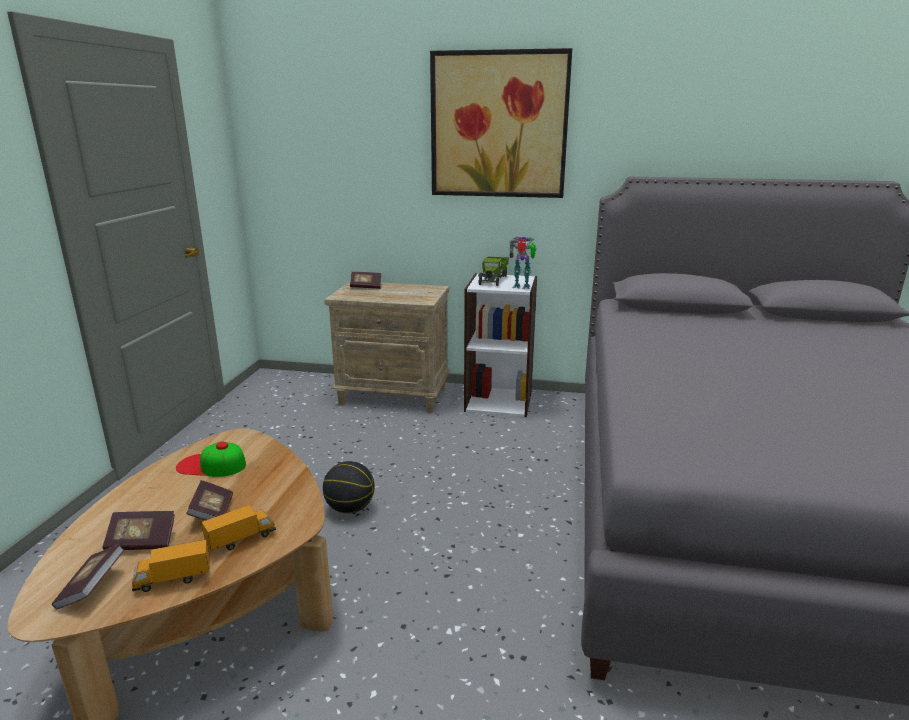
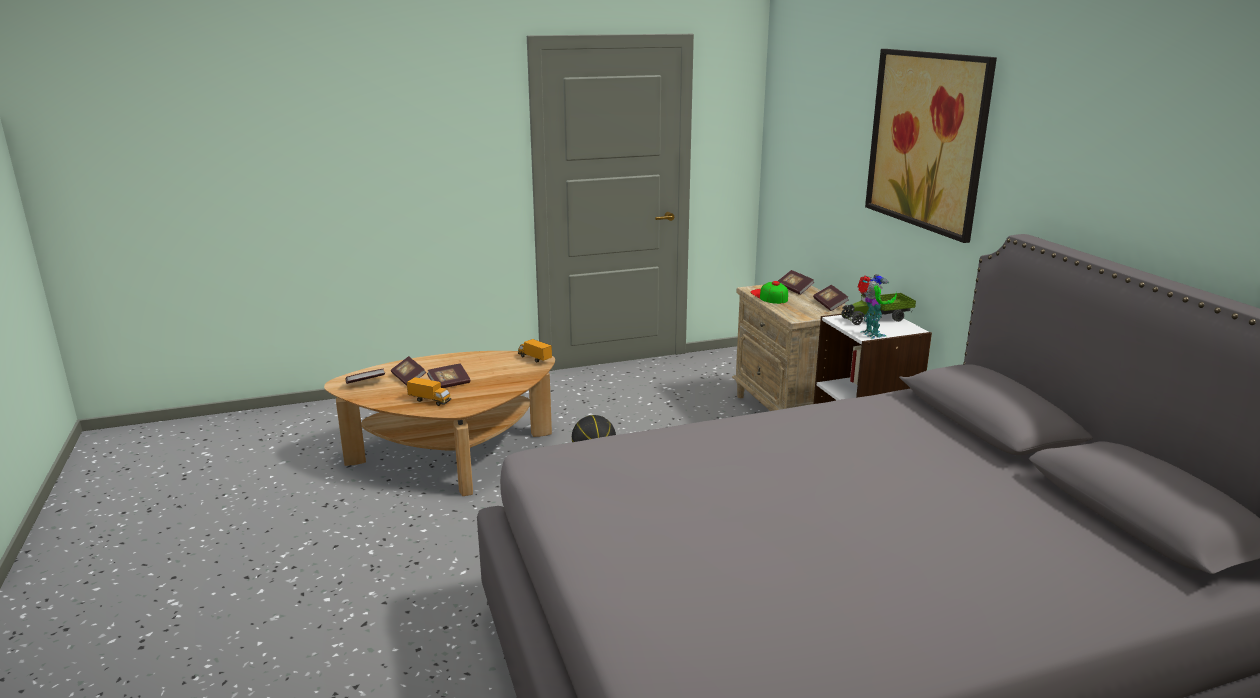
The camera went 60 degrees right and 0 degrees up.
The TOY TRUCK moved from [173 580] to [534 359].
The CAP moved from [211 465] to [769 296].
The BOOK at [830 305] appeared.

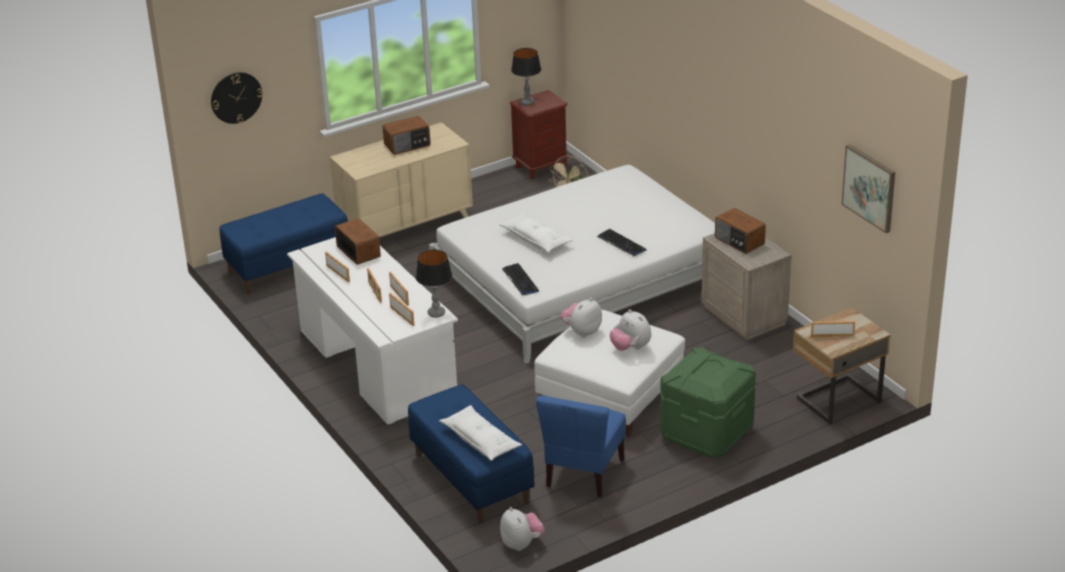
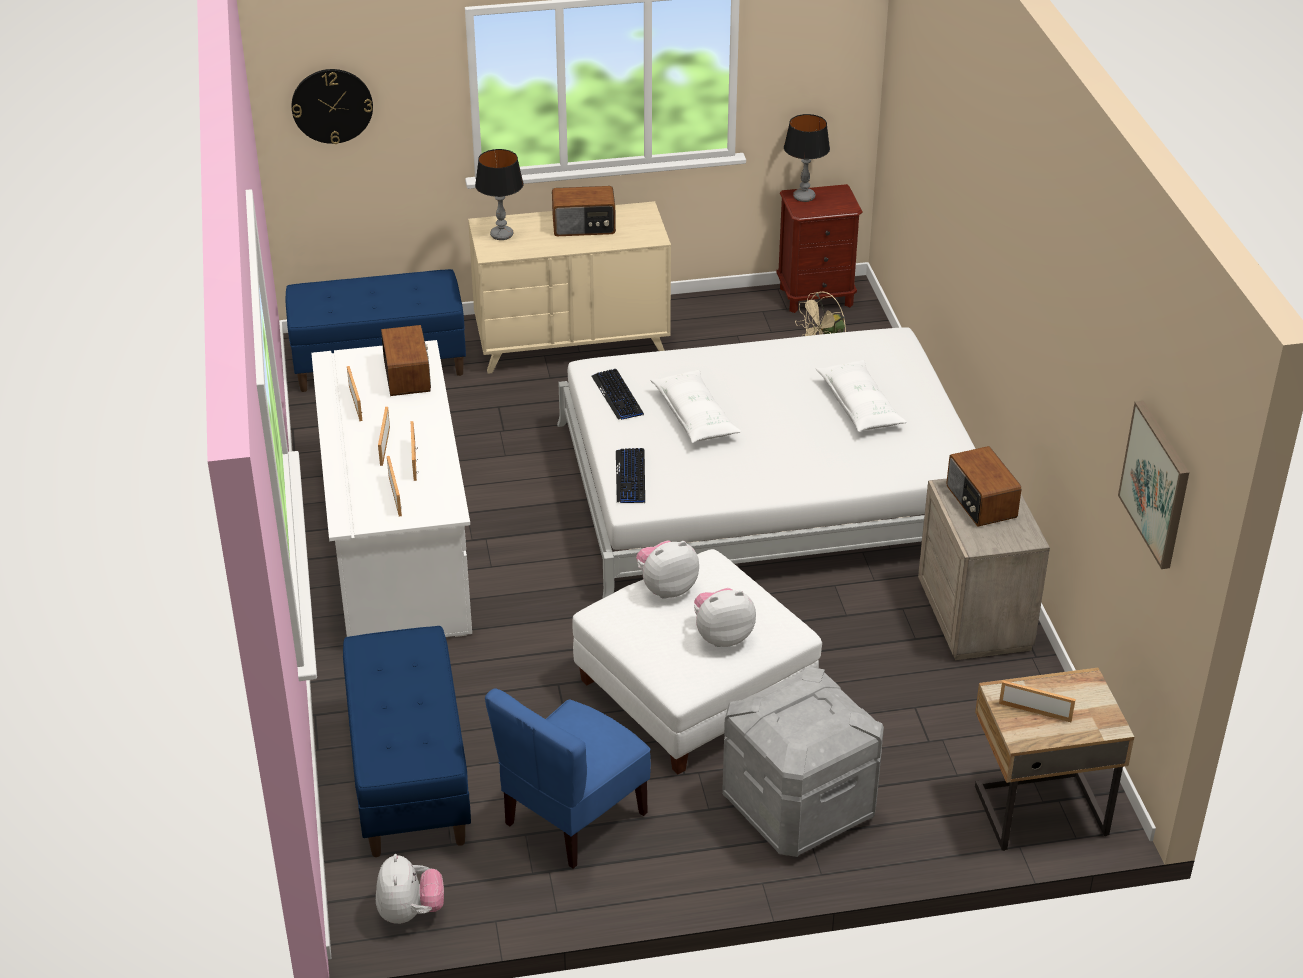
The camera went 20 degrees right and 5 degrees up.
The TABLE LAMP moved from [436 313] to [502 235].
The WHITE PILLOW moved from [480 440] to [859 406].
The KEYBOARD moved from [621 243] to [617 396].
The PLUSH TOY at [630 348] turned 90 degrees clockwise.
The GREEN STORAGE BOX at [706 434] became the GREY STORAGE BOX at [798 807].

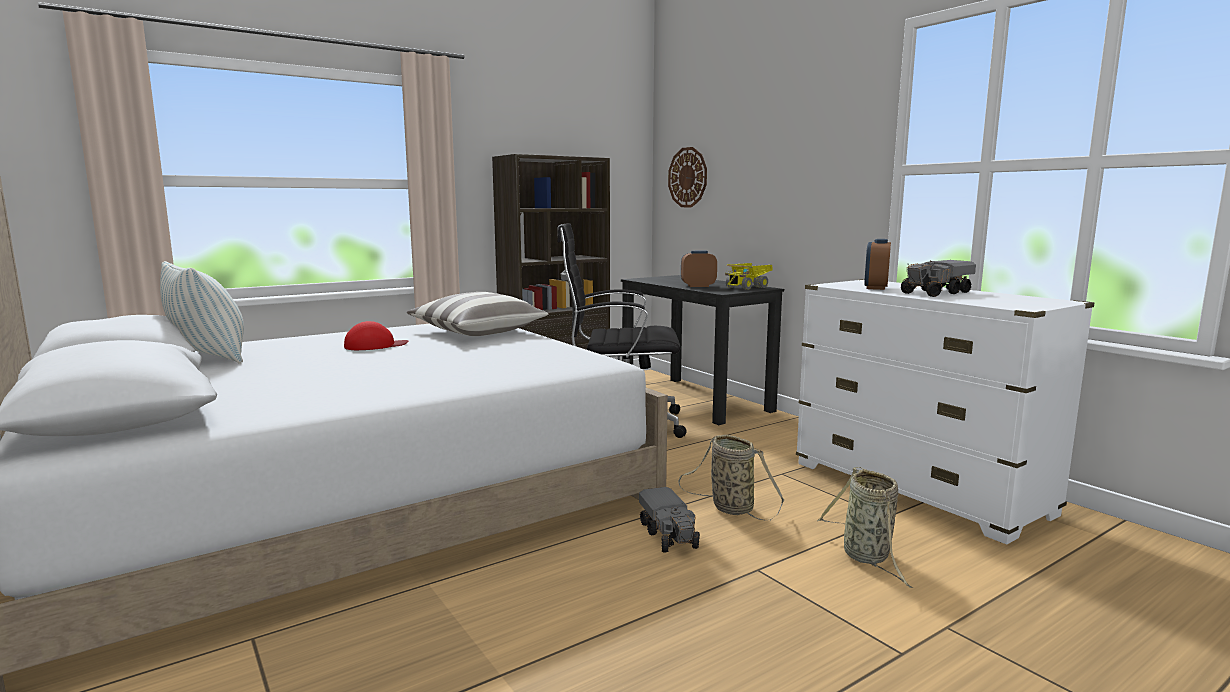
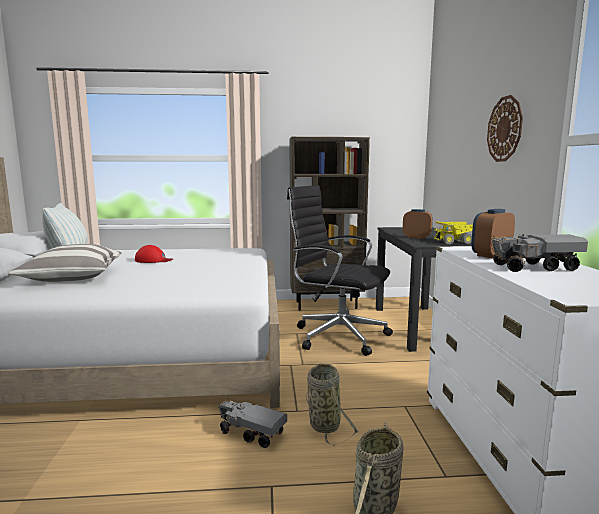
The camera went 30 degrees right and 0 degrees up.
The PILLOW moved from [478 332] to [72 277].
The TOY TRUCK at [669 535] turned 105 degrees clockwise.
The WALL CLOCK moved from [688 177] to [505 129].

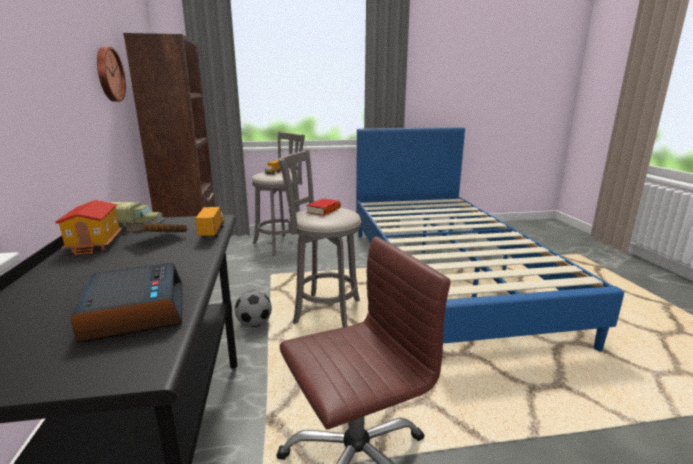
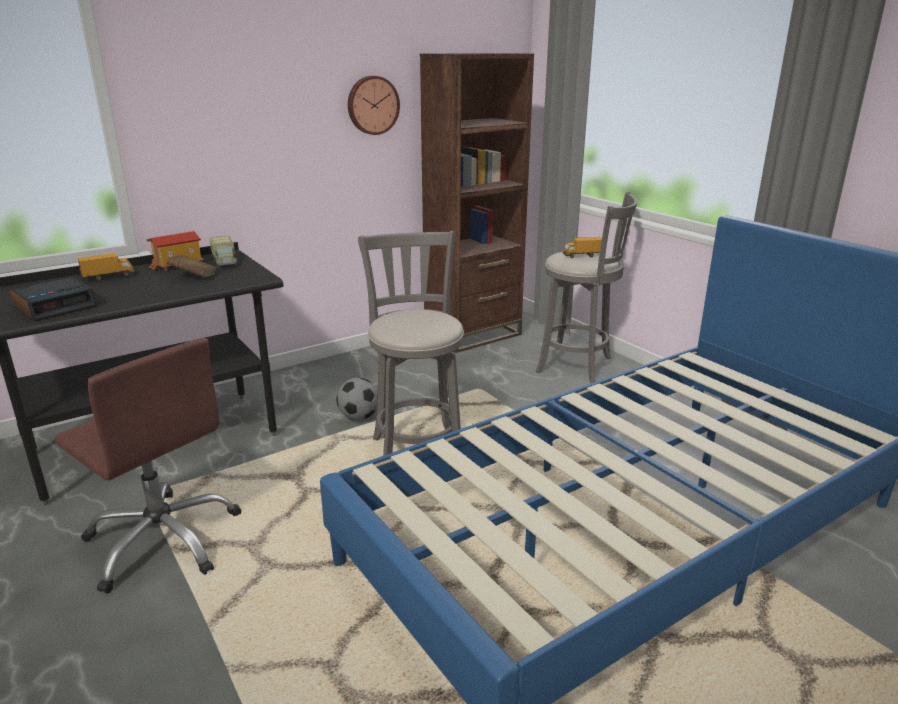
The camera went 65 degrees right and 5 degrees up.
The TOY TRUCK moved from [212 233] to [109 277].
The BOOK at [323 210] disappeared.

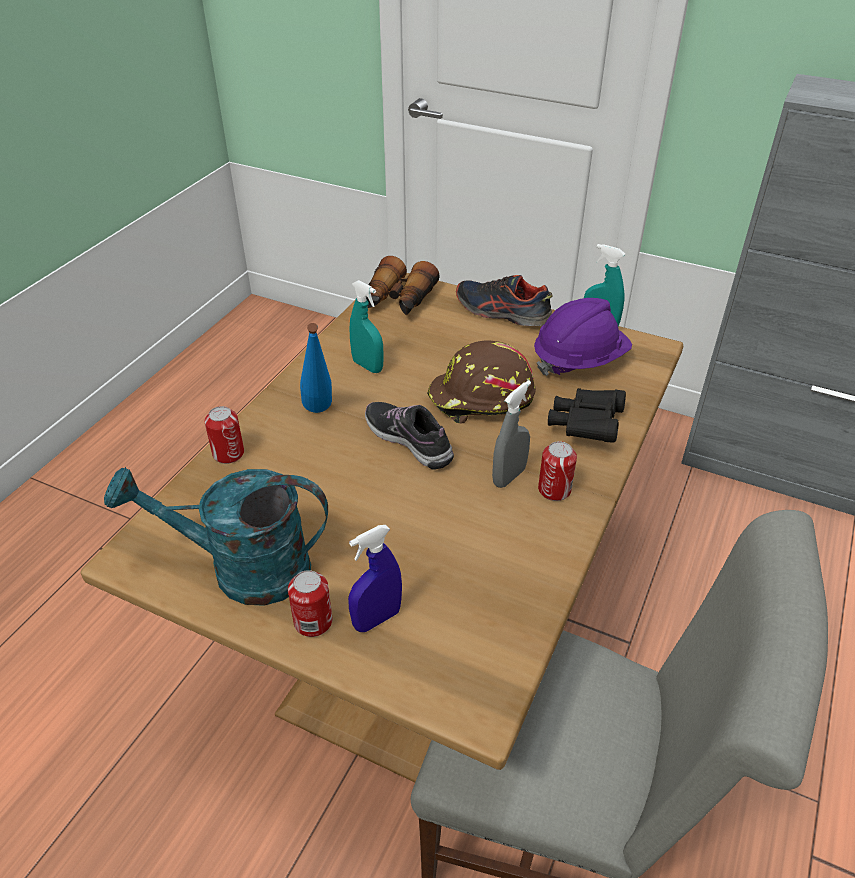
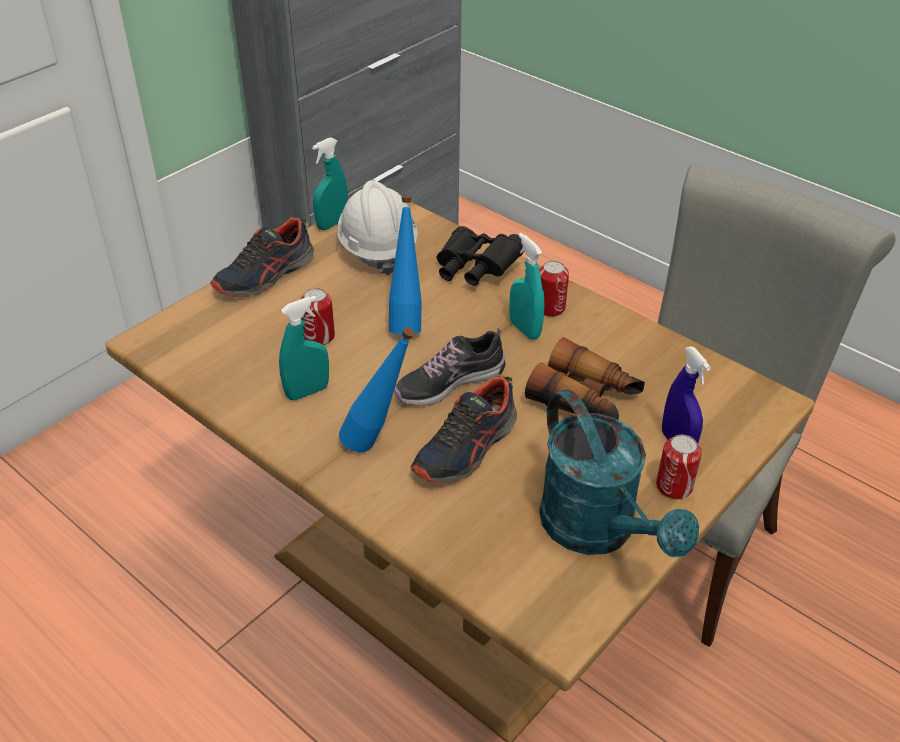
The camera went 75 degrees left and 0 degrees up.
The TURQUOISE WATERING CAN at [243 569] turned 45 degrees counterclockwise.
The CAN moved from [228 453] to [319 336].
The BINOCULARS moved from [398 301] to [586 399].
The BROWN HARD HAT at [481 399] was replaced by the BLUE BOTTLE at [406 322].
The GREY SPRAY BOTTLE at [509 476] became the TURQUOISE SPRAY BOTTLE at [524 329].
The PURPLE HARD HAT at [579 360] became the WHITE HARD HAT at [377 248].
The SHOE at [466 448] appeared.

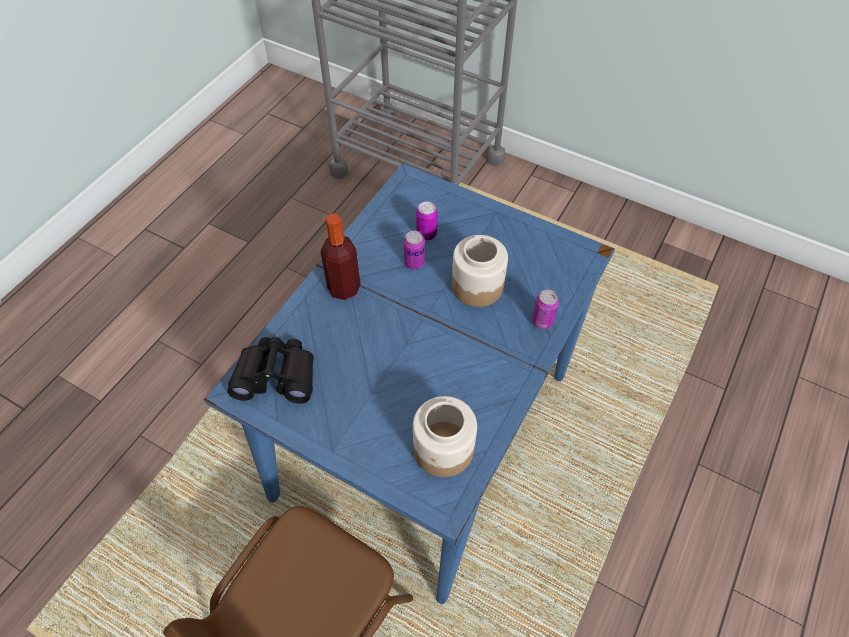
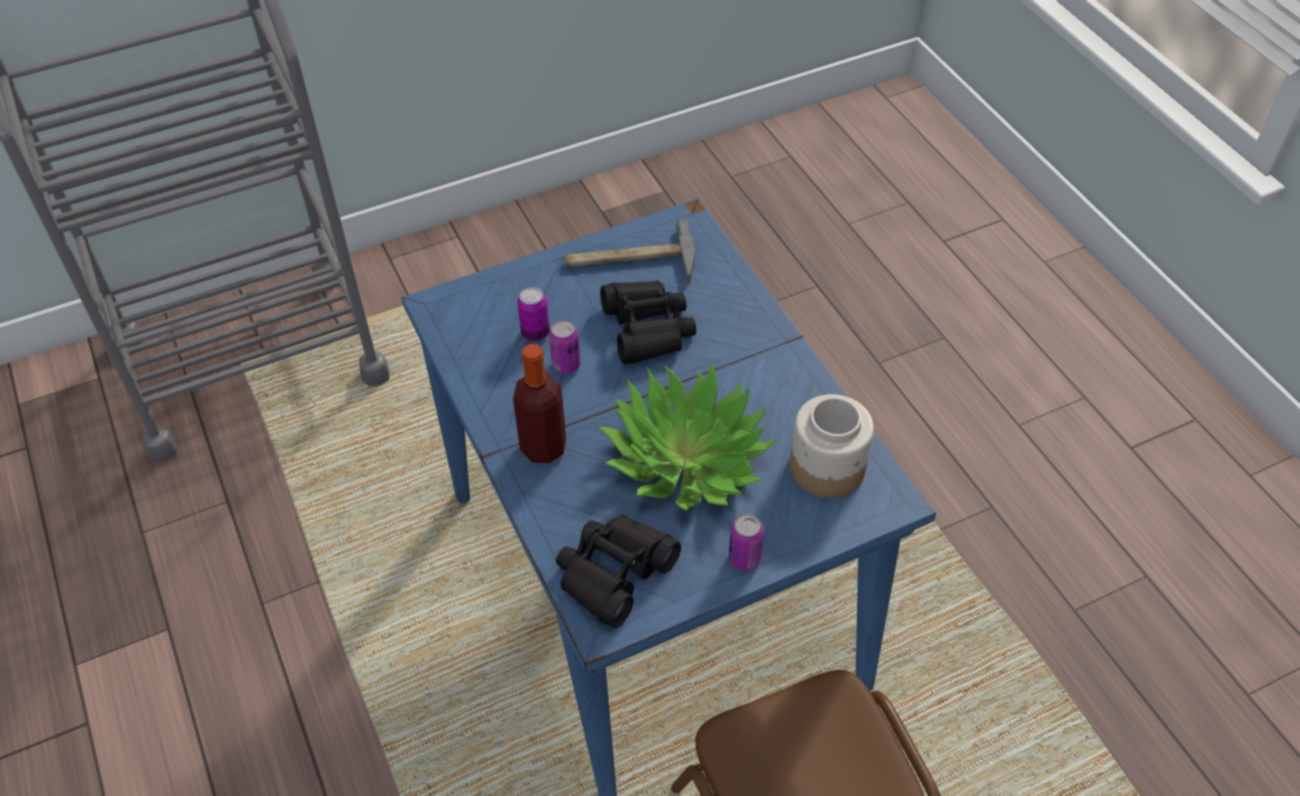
The camera went 55 degrees left and 5 degrees down.
The JAR at [477 285] was replaced by the BLACK BINOCULARS at [647 329].
The CAN moved from [542 321] to [744 559].
The HAMMER at [630 261] appeared.
The POTTED PLANT at [687 459] appeared.

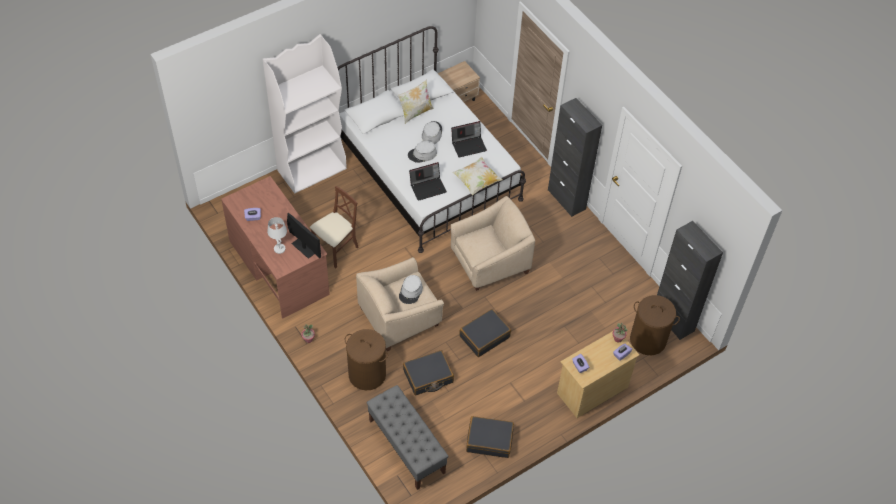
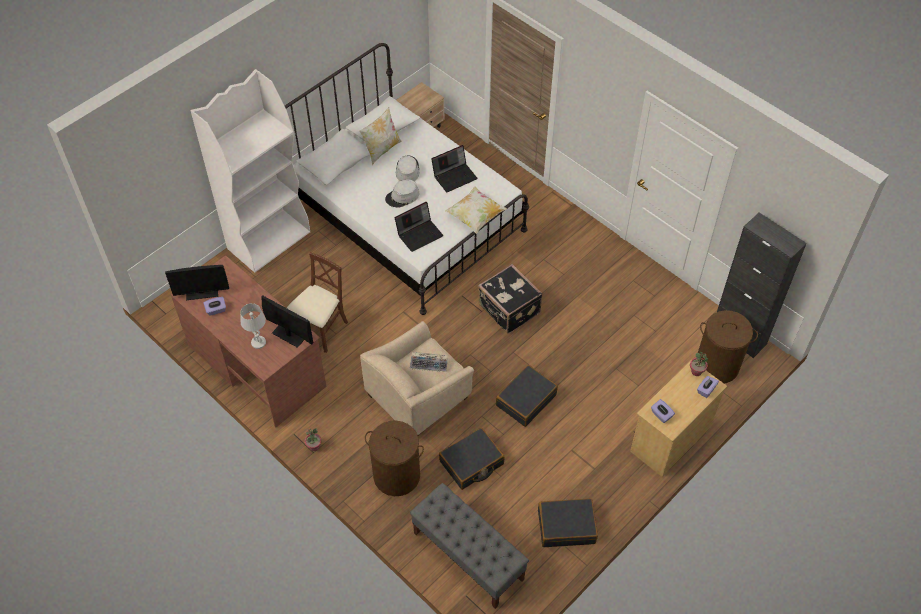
The camera went 10 degrees left and 0 degrees up.
The GREY HAT at [411 292] was replaced by the KEYBOARD at [429 364].
The BEIGE ARMCHAIR at [490 262] was replaced by the BLACK SUITCASE at [508 310].
The BLACK CABINET at [566 199] disappeared.
The MONITOR at [202 292] appeared.

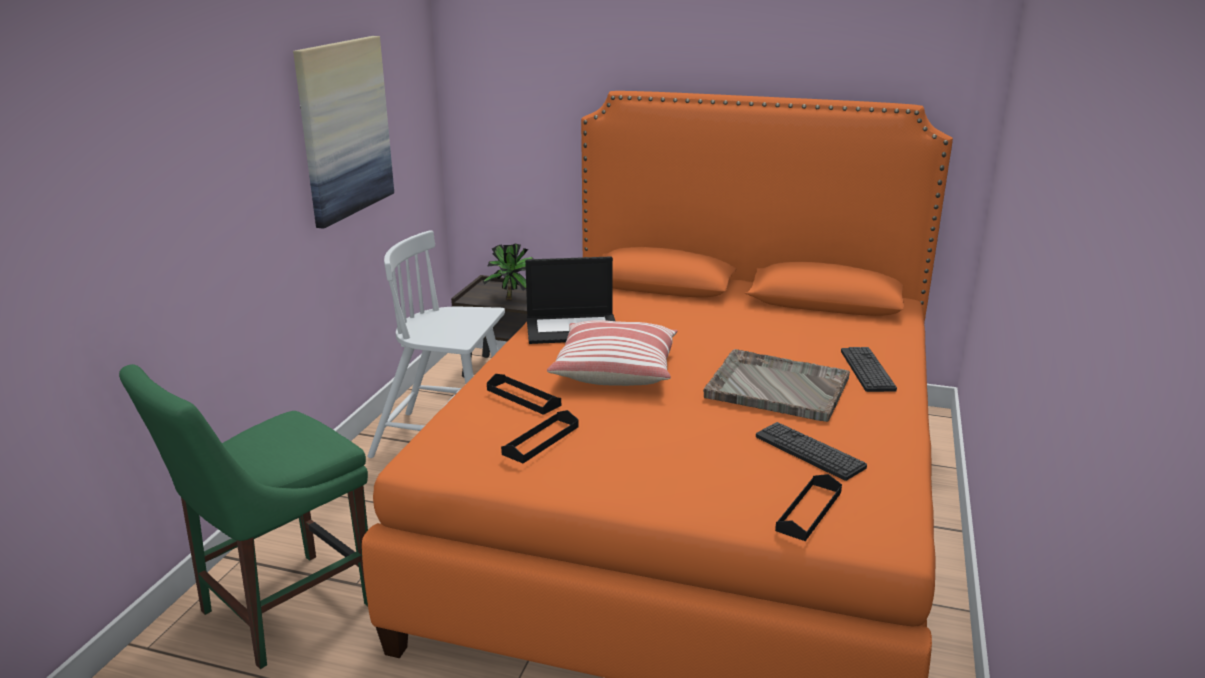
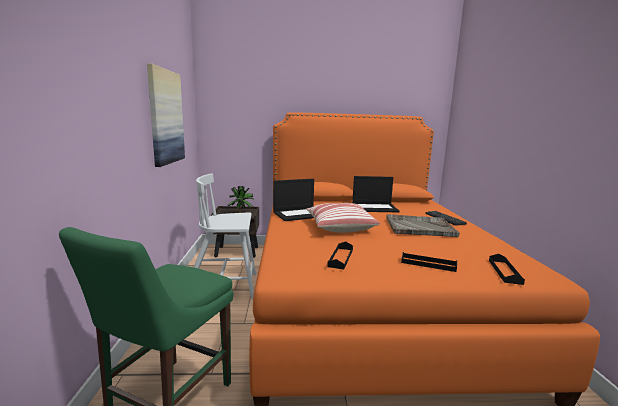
The camera went 20 degrees left and 10 degrees down.
The BLACK TRAY moved from [523 397] to [428 264].
The KEYBOARD at [809 452] disappeared.
The LAPTOP at [375 208] appeared.

